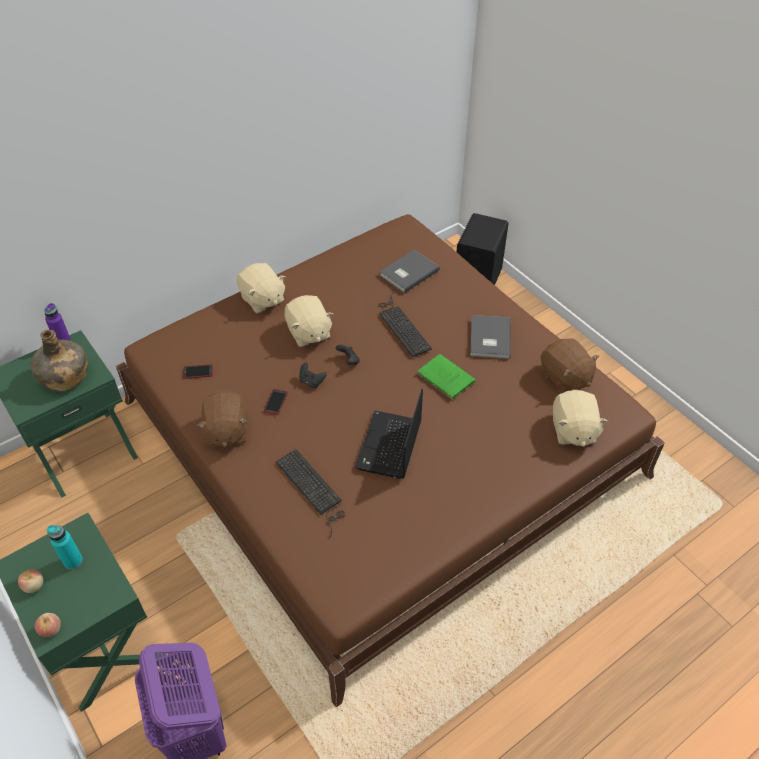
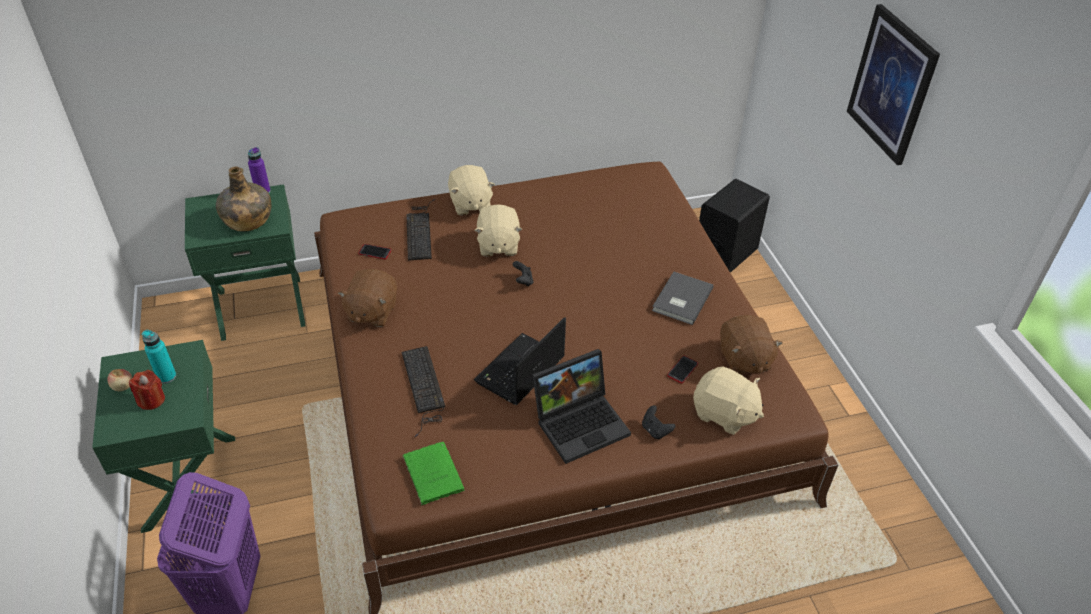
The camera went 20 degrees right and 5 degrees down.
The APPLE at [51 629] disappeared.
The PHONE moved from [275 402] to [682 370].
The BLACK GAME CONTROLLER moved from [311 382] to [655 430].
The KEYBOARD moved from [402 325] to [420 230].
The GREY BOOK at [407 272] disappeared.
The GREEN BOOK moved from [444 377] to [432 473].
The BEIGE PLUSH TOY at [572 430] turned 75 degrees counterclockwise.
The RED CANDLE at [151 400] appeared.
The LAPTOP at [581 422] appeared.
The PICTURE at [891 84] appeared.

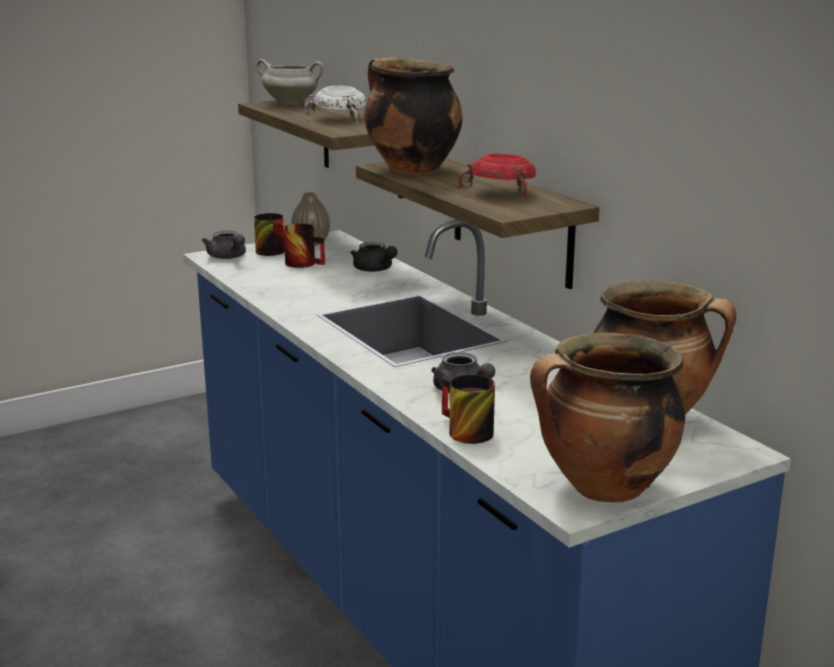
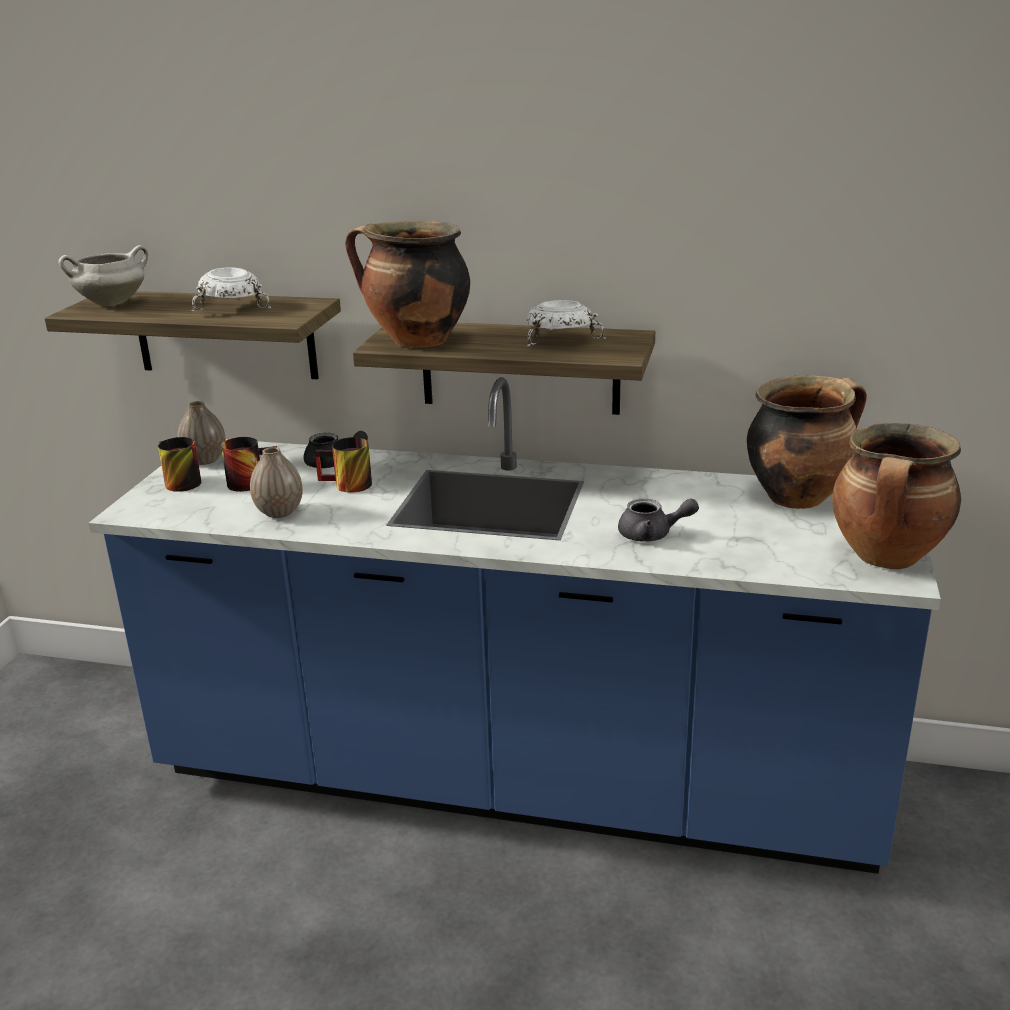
The camera went 45 degrees left and 5 degrees up.
The GREY TEAPOT at [228 257] disappeared.
The MUG moved from [462 431] to [346 486].
The RED BOWL at [502 193] became the WHITE BOWL at [561 341].
The VASE at [279 512] appeared.

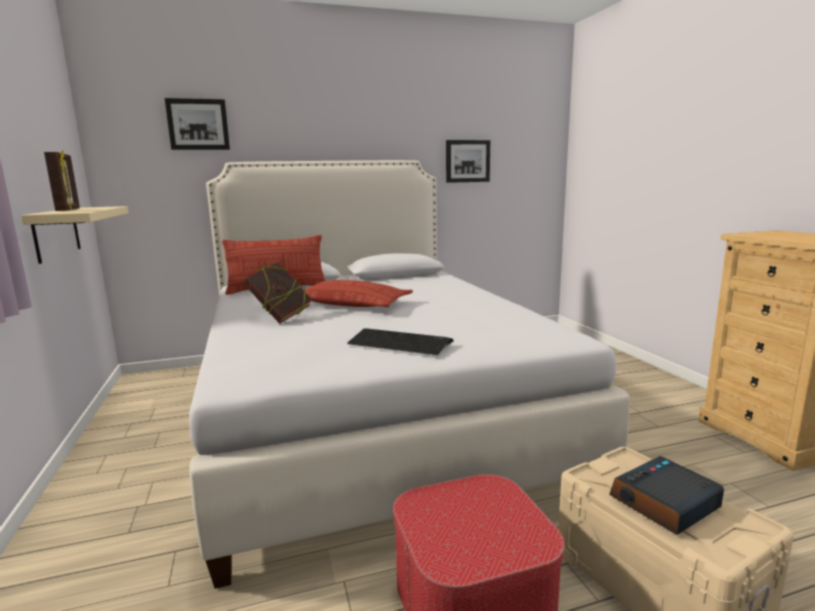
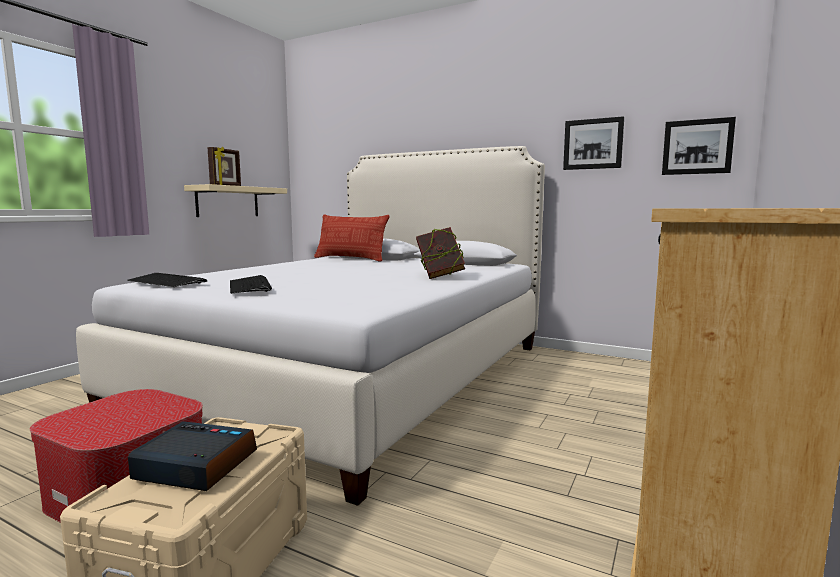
The camera went 45 degrees right and 5 degrees down.
The PICTURE moved from [198 124] to [697 147].
The BOOK moved from [280 318] to [440 277].
The PILLOW at [350 304] disappeared.
The KEYBOARD at [167 282] appeared.

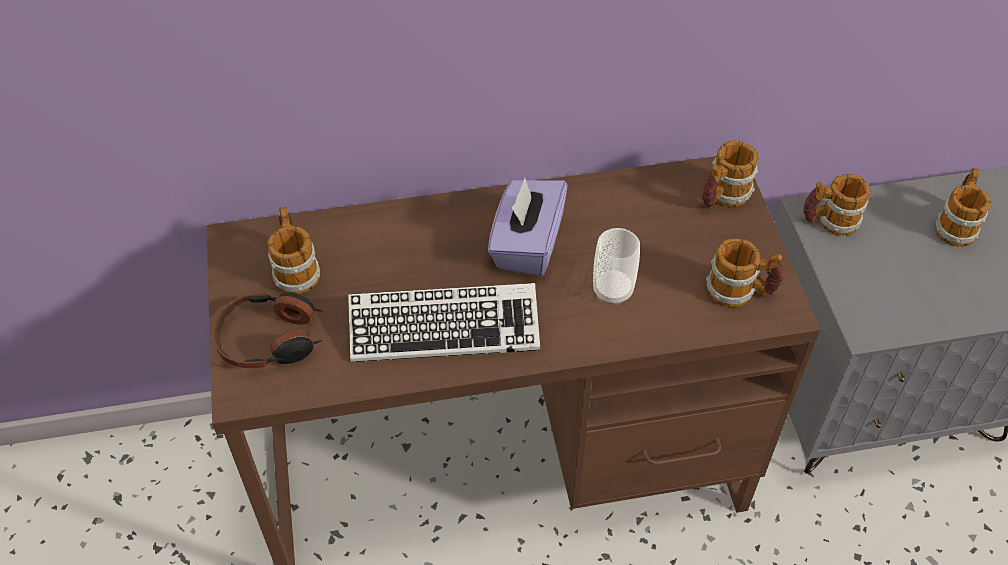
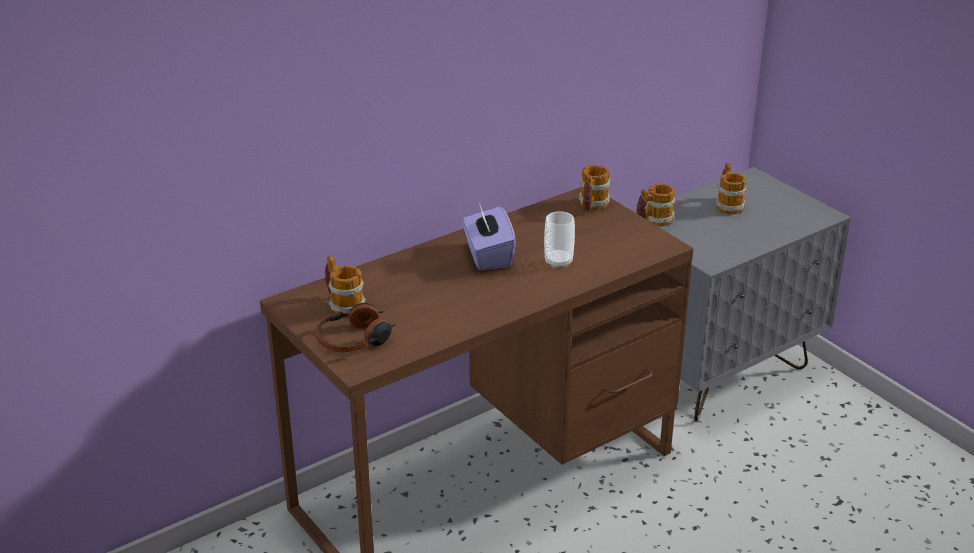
The camera went 25 degrees left and 20 degrees down.
The KEYBOARD at [444 329] disappeared.
The MUG at [740 292] disappeared.

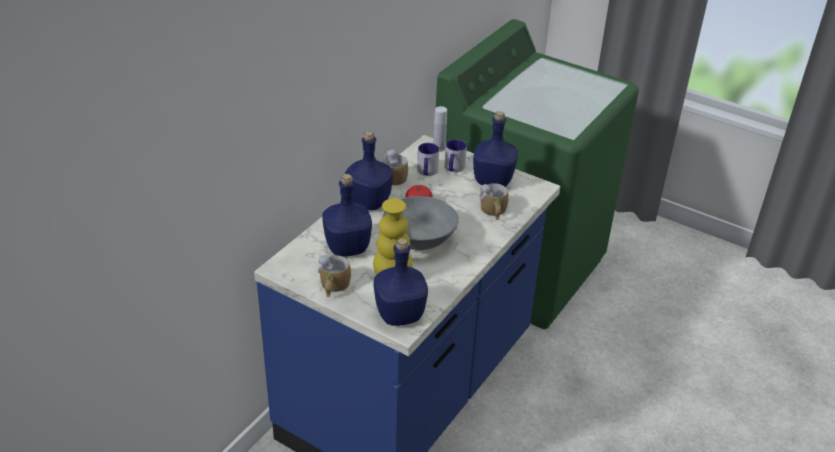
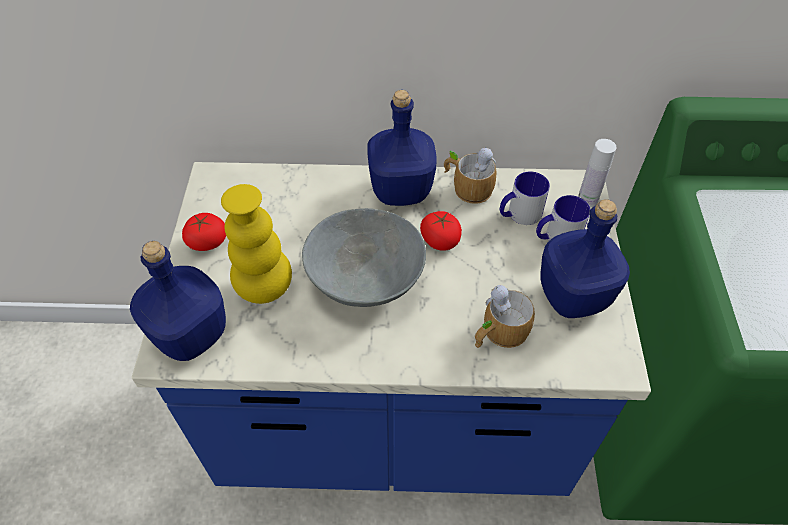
The camera went 60 degrees right and 15 degrees up.
The MUG at [333 286] was replaced by the TOMATO at [207 241].
The BLUE BOTTLE at [347 248] disappeared.

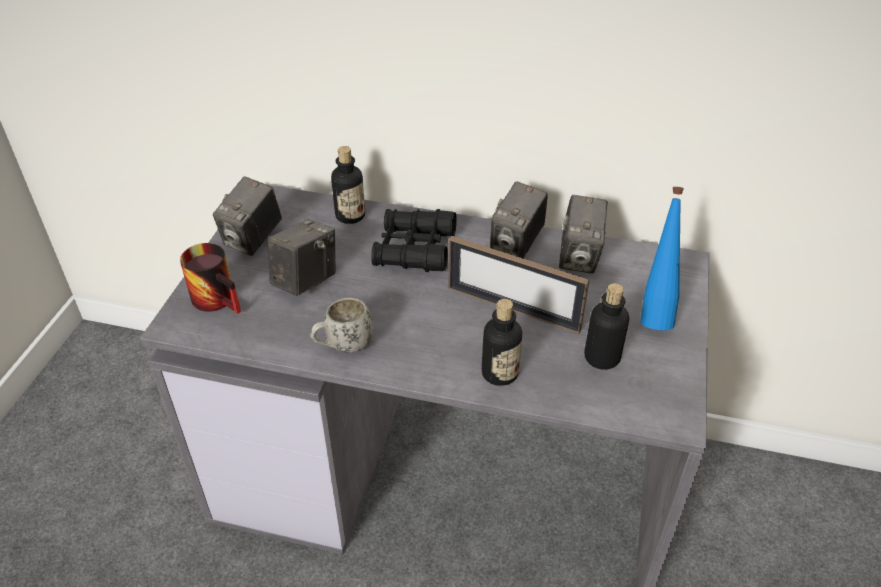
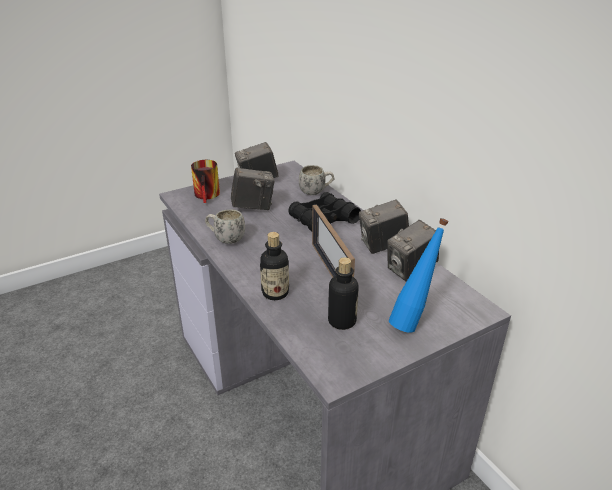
The camera went 45 degrees right and 10 degrees down.
The BOTTLE at [350 215] was replaced by the WHITE MUG at [316 192].

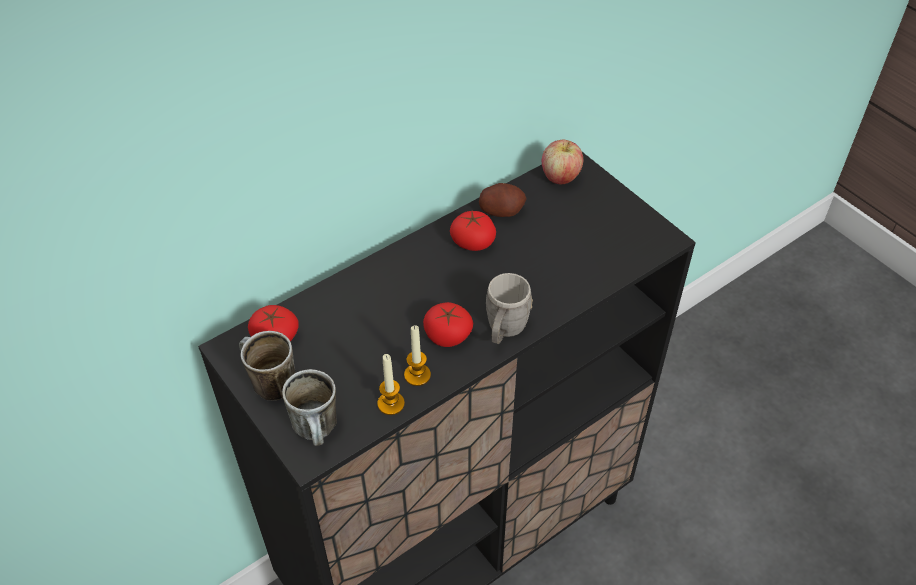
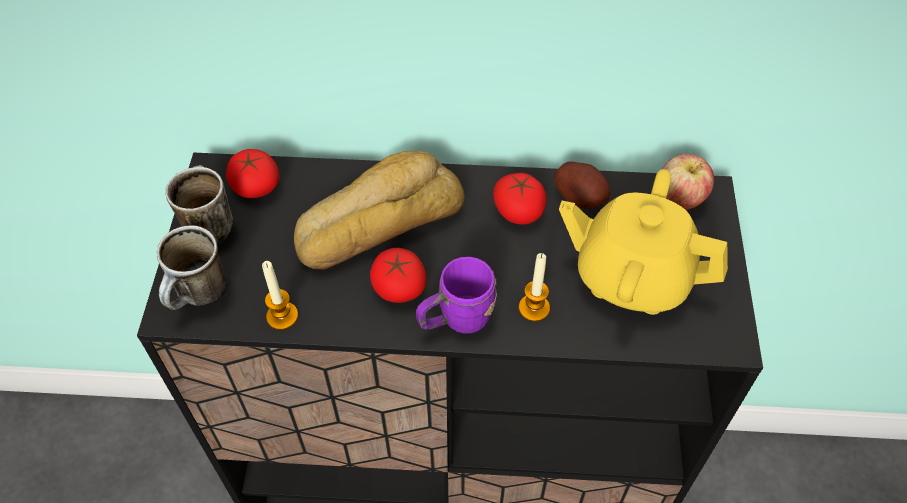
The camera went 40 degrees right and 5 degrees up.
The CANDLE moved from [417 375] to [534 308].
The GREY MUG at [504 330] became the PURPLE MUG at [456 320].
The BREAD at [378 220] appeared.
The YELLOW TEAPOT at [631 276] appeared.

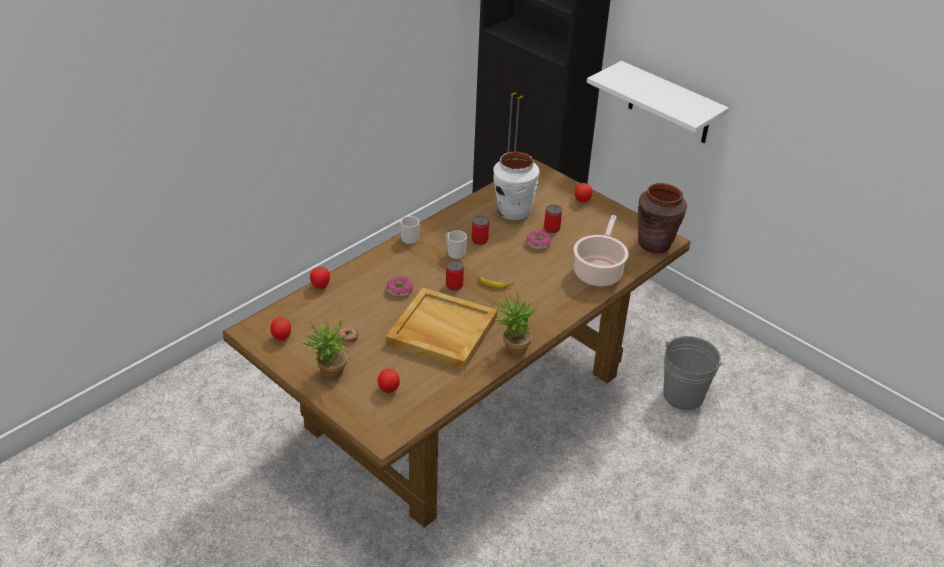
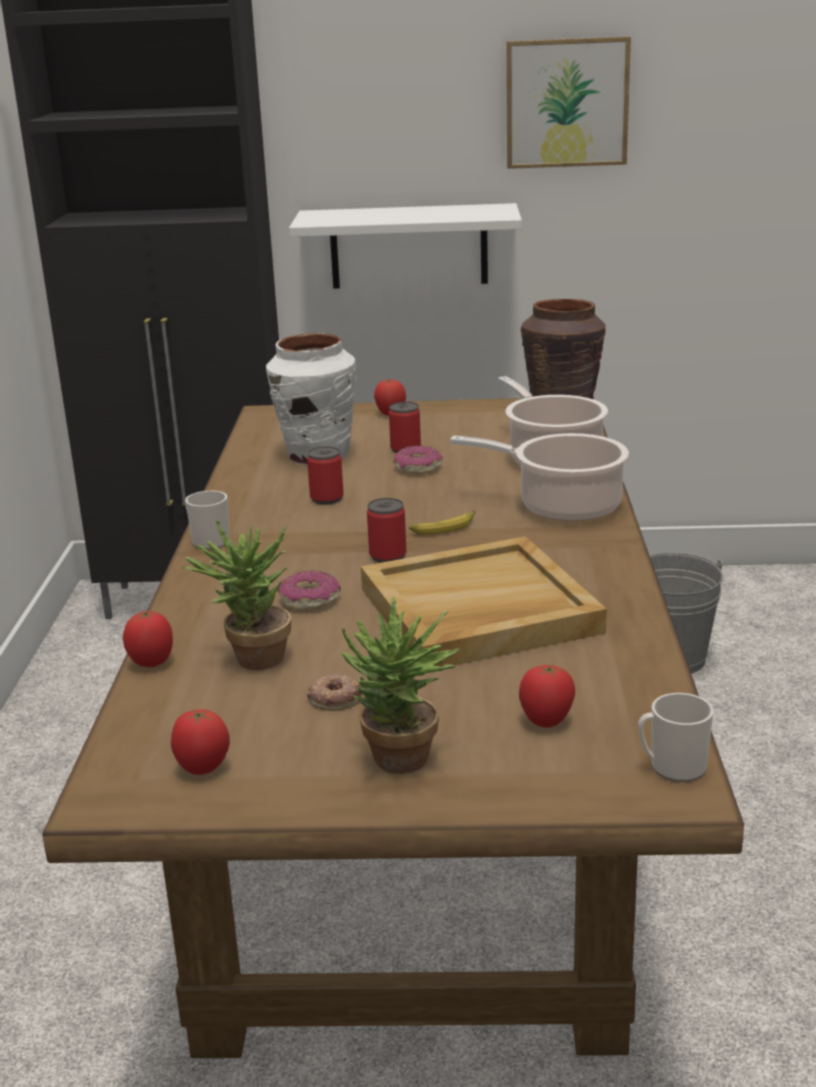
The camera went 40 degrees left and 15 degrees down.
The MUG moved from [455 253] to [672 768].
The POTTED PLANT moved from [512 348] to [250 661].
The COOKING POT at [562 506] appeared.
The PICTURE at [566 102] appeared.

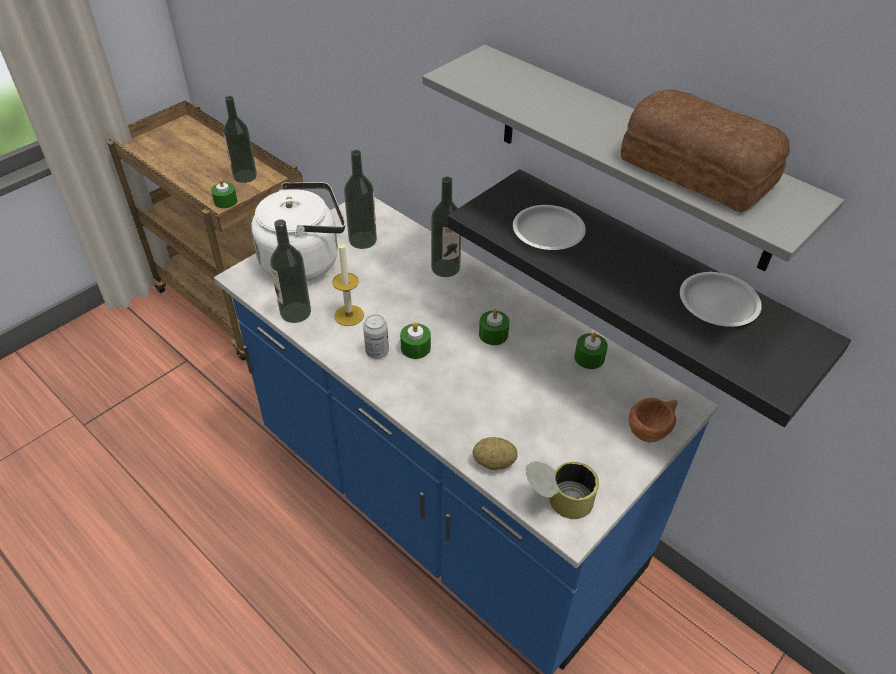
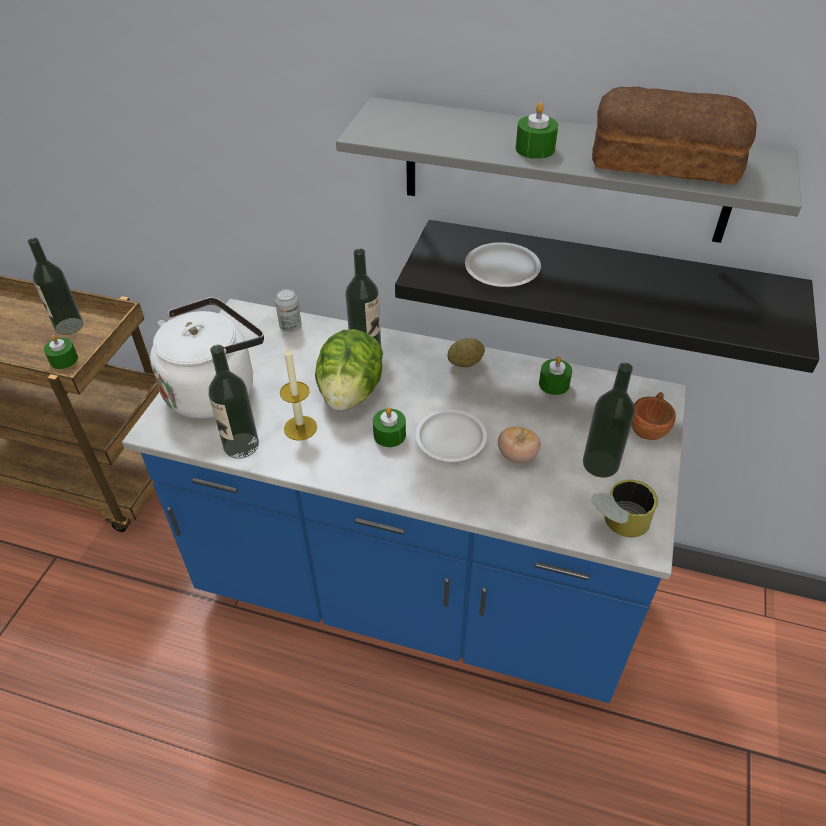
The camera went 25 degrees left and 0 degrees up.
The BOTTLE moved from [362 240] to [600 464].
The CAN moved from [377 352] to [290 327].
The POTATO moved from [494 462] to [465 363].
The GREEN CANDLE moved from [493 334] to [535 149].
The WHITE PLATE moved from [718 304] to [451 439].
The LETTUCE at [350 393] appeared.
The TOMATO at [517 456] appeared.

